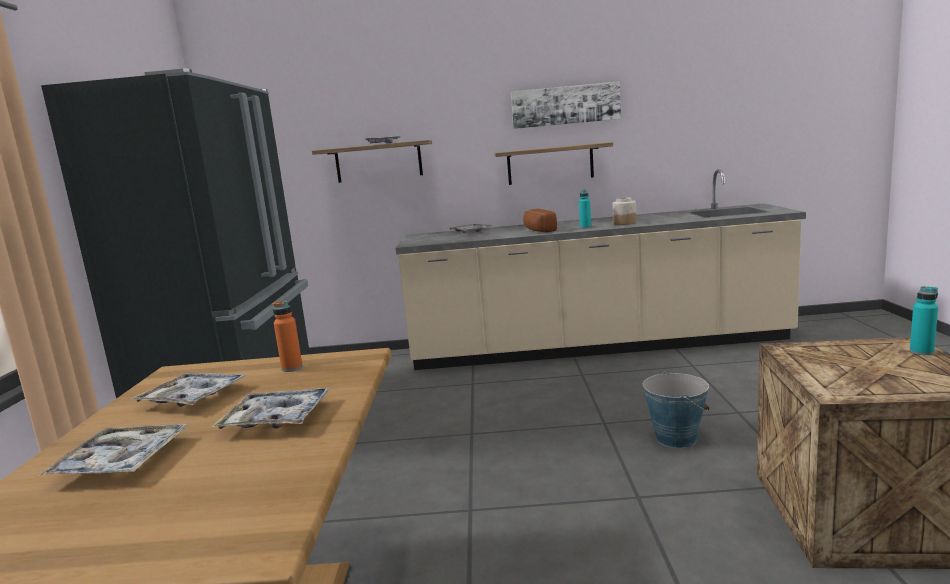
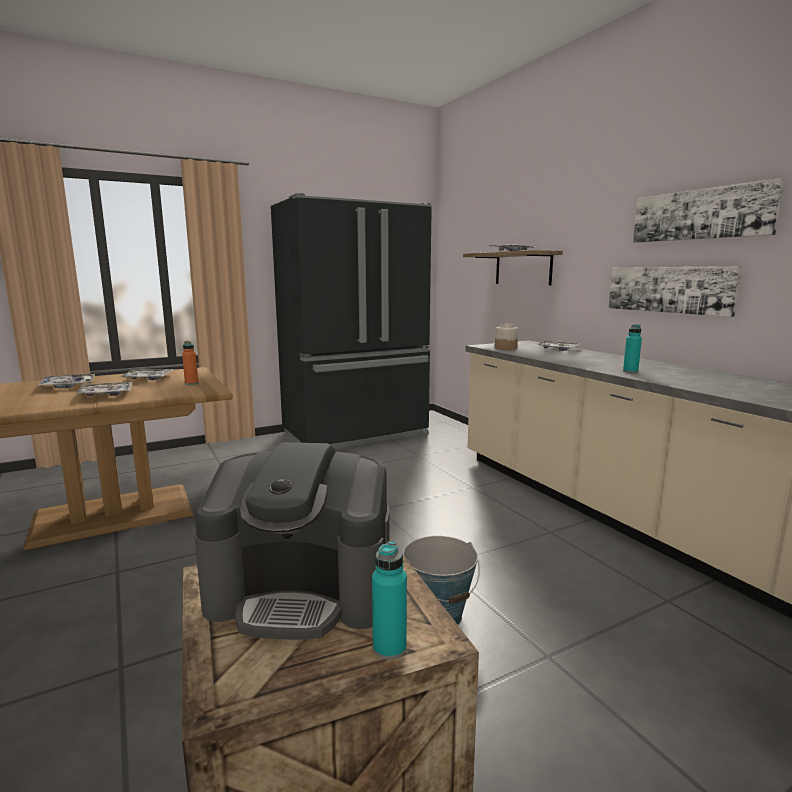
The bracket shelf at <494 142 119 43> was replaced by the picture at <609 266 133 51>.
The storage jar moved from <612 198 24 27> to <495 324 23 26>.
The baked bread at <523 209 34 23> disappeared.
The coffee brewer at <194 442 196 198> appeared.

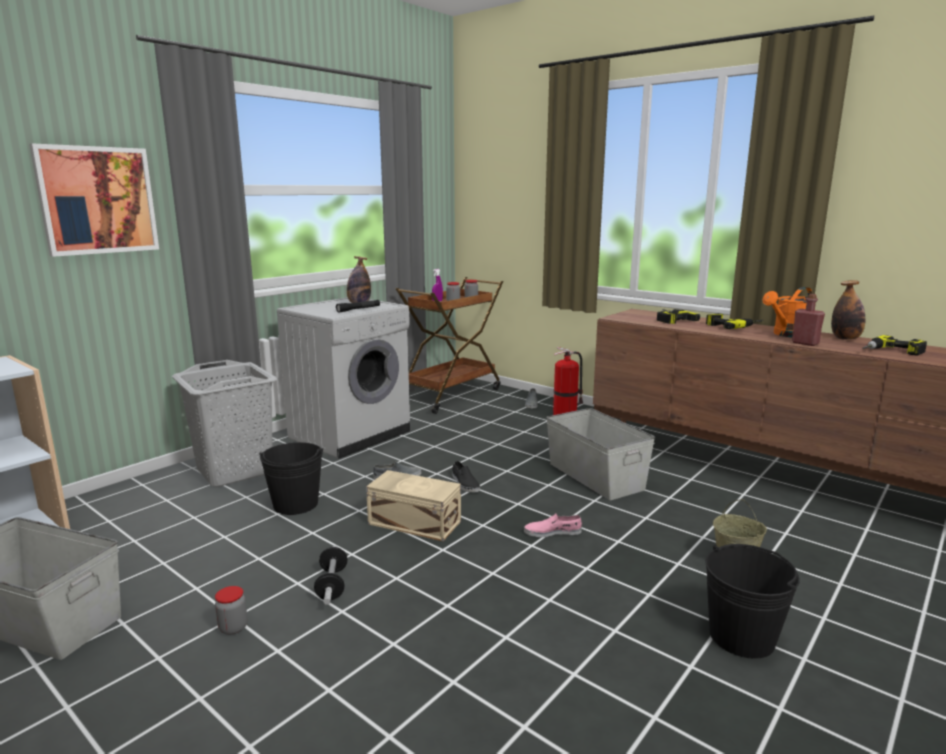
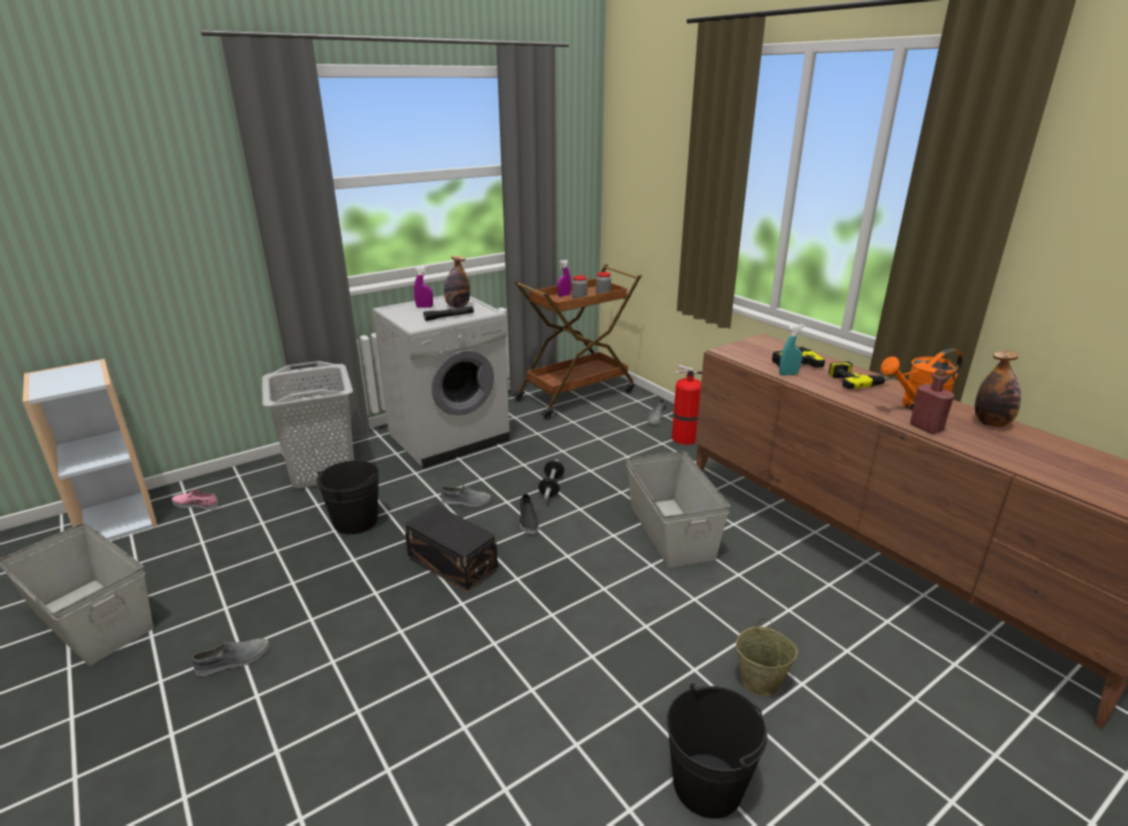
The picture at <29 143 130 114> disappeared.
The power drill at <863 335 64 21> disappeared.
The beige storage container at <366 470 95 71> became the black storage container at <404 505 94 88>.
The pink-coloured low shoe moved from <524 513 58 24> to <172 489 47 21>.
The free weight moved from <314 545 34 60> to <538 459 26 40>.
The storage jar at <215 586 32 49> was replaced by the grey low shoe at <193 639 76 38>.
The purple sprayer at <414 266 19 42> appeared.
The blue-green sprayer at <779 324 26 52> appeared.

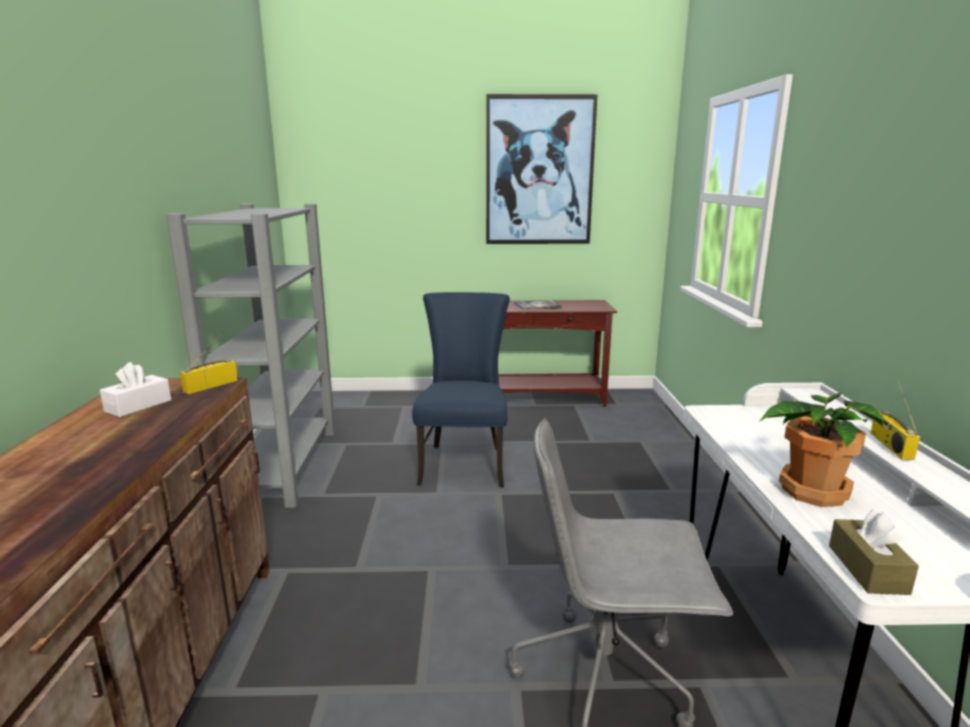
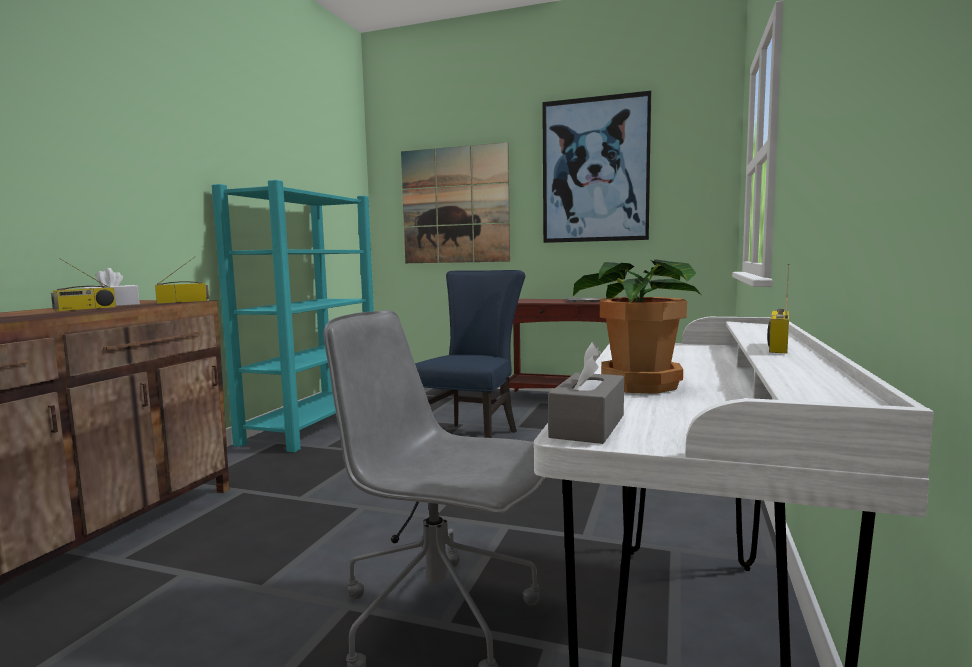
The grey bookshelf at <166 203 169 305> became the blue-green bookshelf at <212 180 162 273>.
The brownish box of tissues at <829 509 90 86> became the grey box of tissues at <548 342 76 102>.
The picture at <401 142 109 121> appeared.
The radio at <51 258 65 53> appeared.

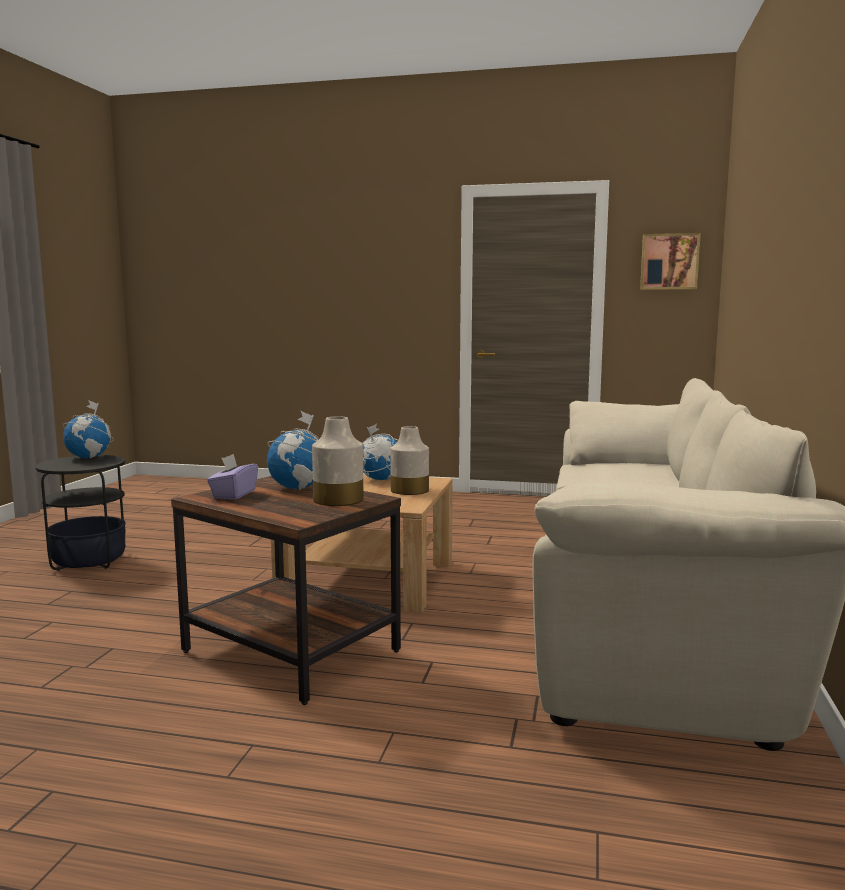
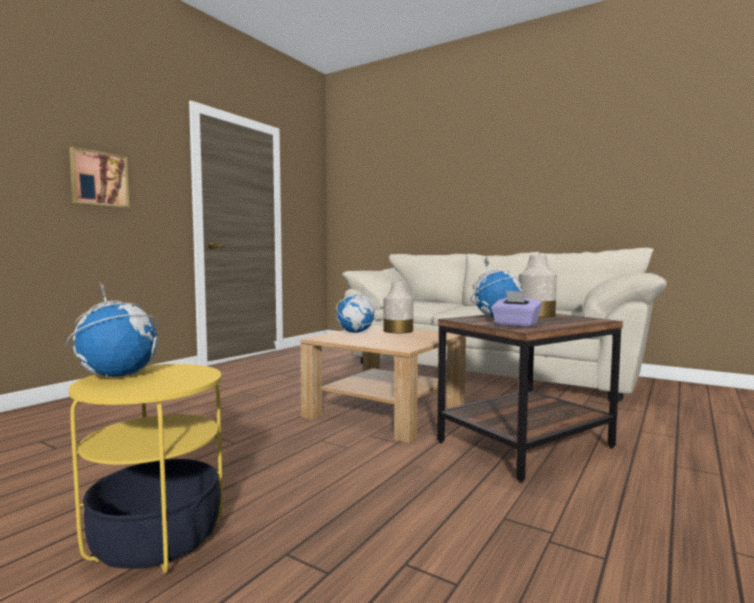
The picture moved from <640 233 61 57> to <69 147 60 61>.
The black side table at <35 455 91 116> became the yellow side table at <69 364 154 209>.

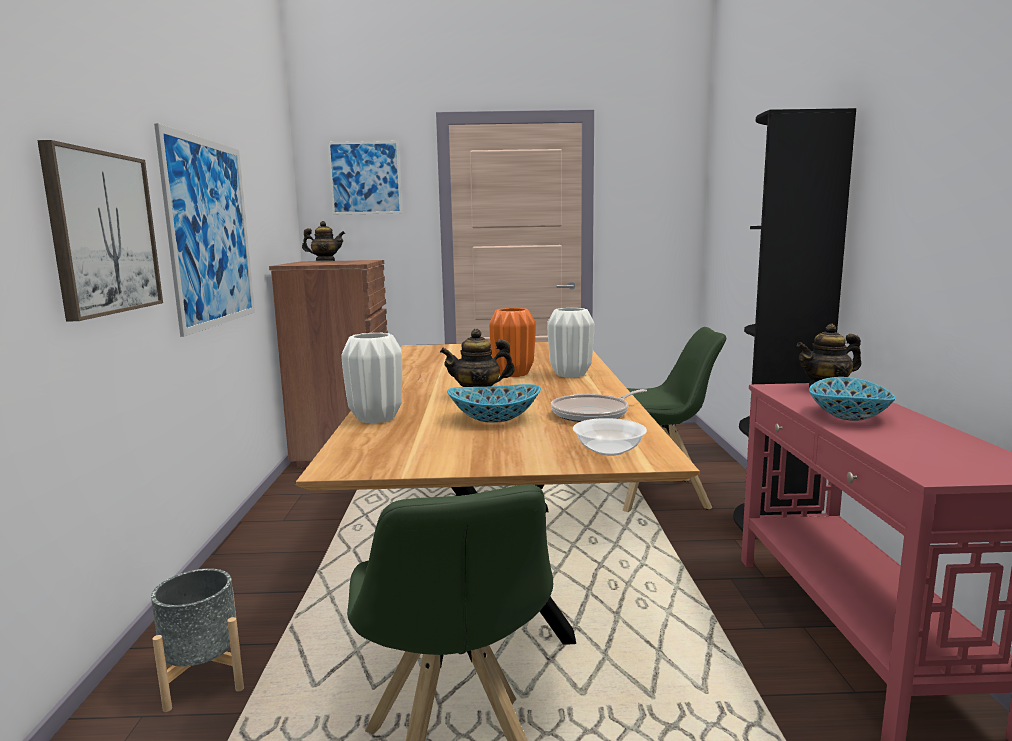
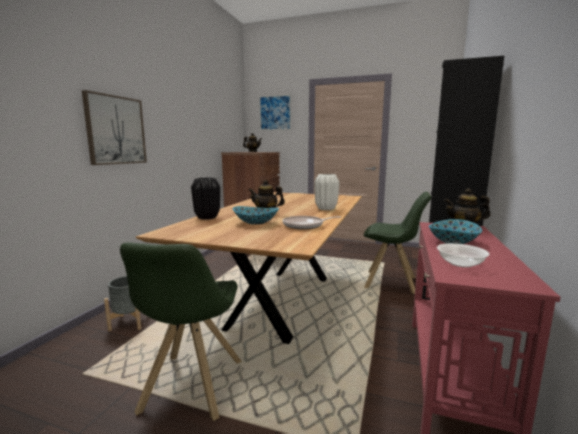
The picture at <154 123 101 214> disappeared.
The orange-coloured decorative vase at <489 308 47 69> disappeared.
The white decorative vase at <341 333 61 90> became the black decorative vase at <191 177 29 43>.
The bowl moved from <573 418 74 38> to <437 243 53 25>.

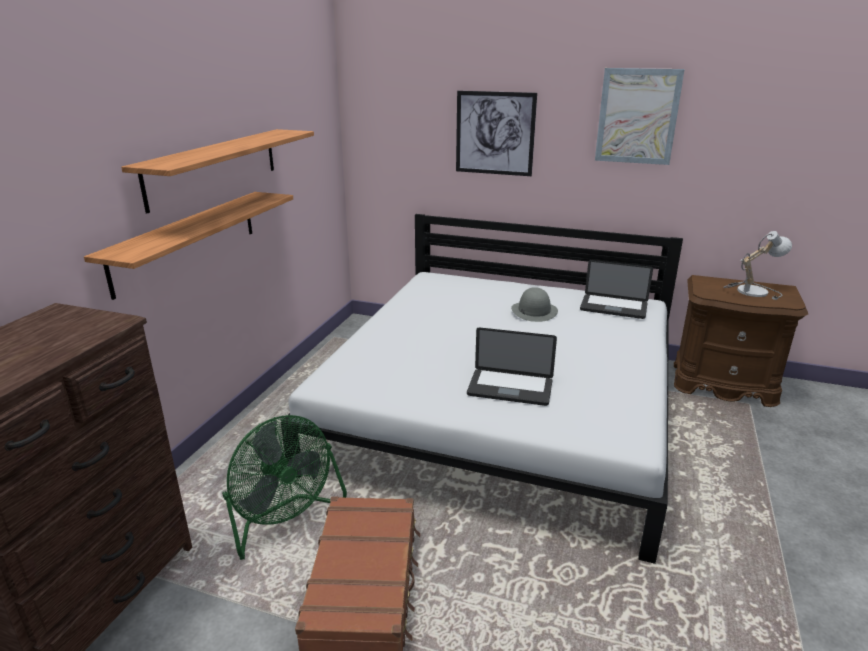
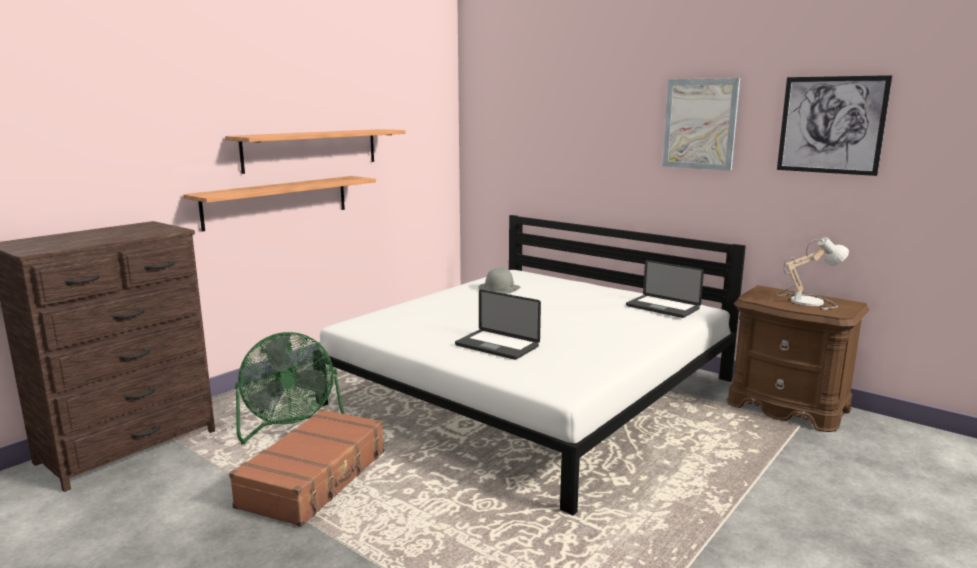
The picture moved from <456 91 81 85> to <777 75 115 101>.
The grey clothing hat moved from <511 287 47 35> to <478 268 42 26>.

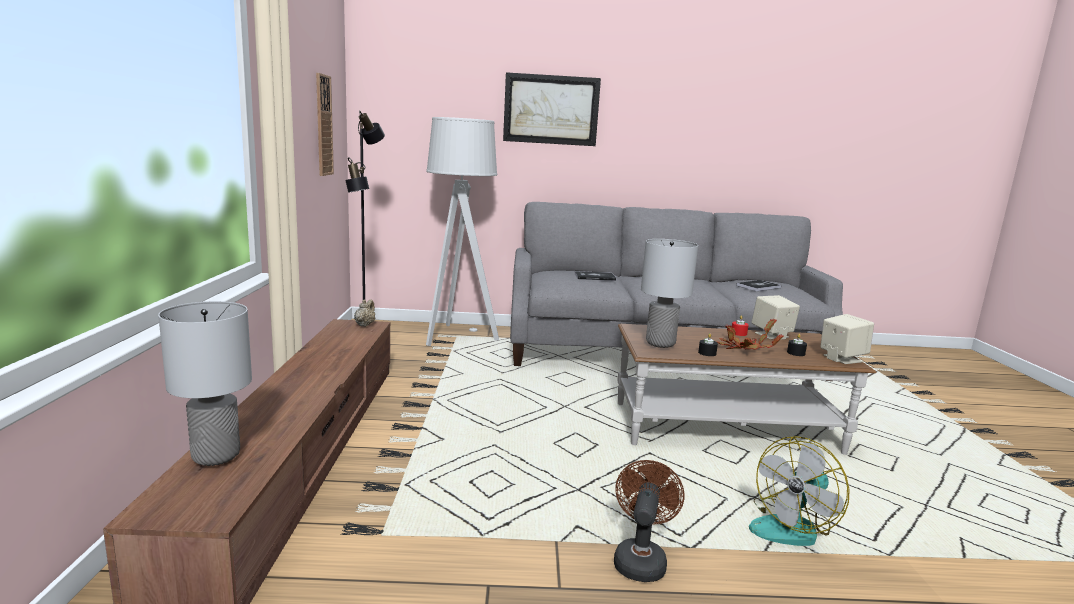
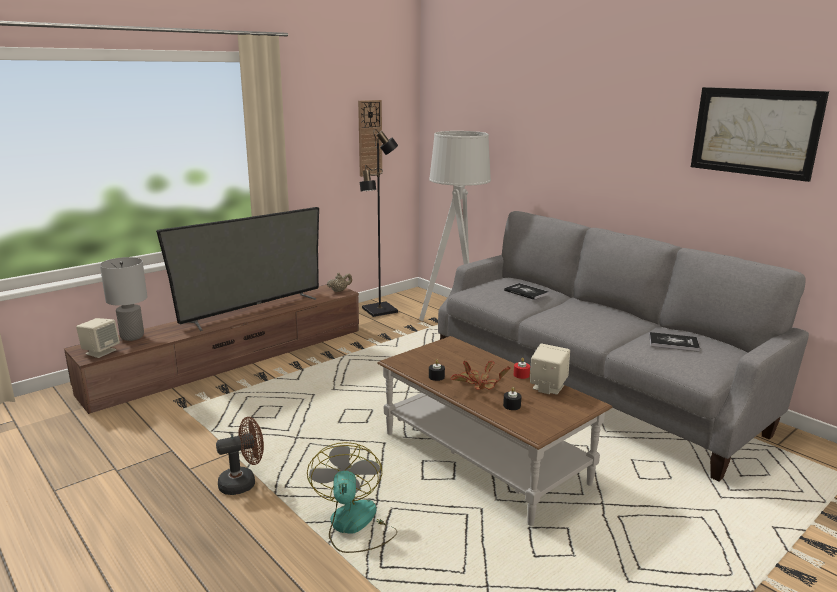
The picture moved from <503 72 98 74> to <691 87 138 95>.
The grey lamp for a table at <641 239 57 109> disappeared.
The beige loudspeaker moved from <820 314 54 50> to <76 318 44 40>.
The cooling fan at <749 436 101 110> turned 75 degrees clockwise.
The TV at <156 207 163 124> appeared.

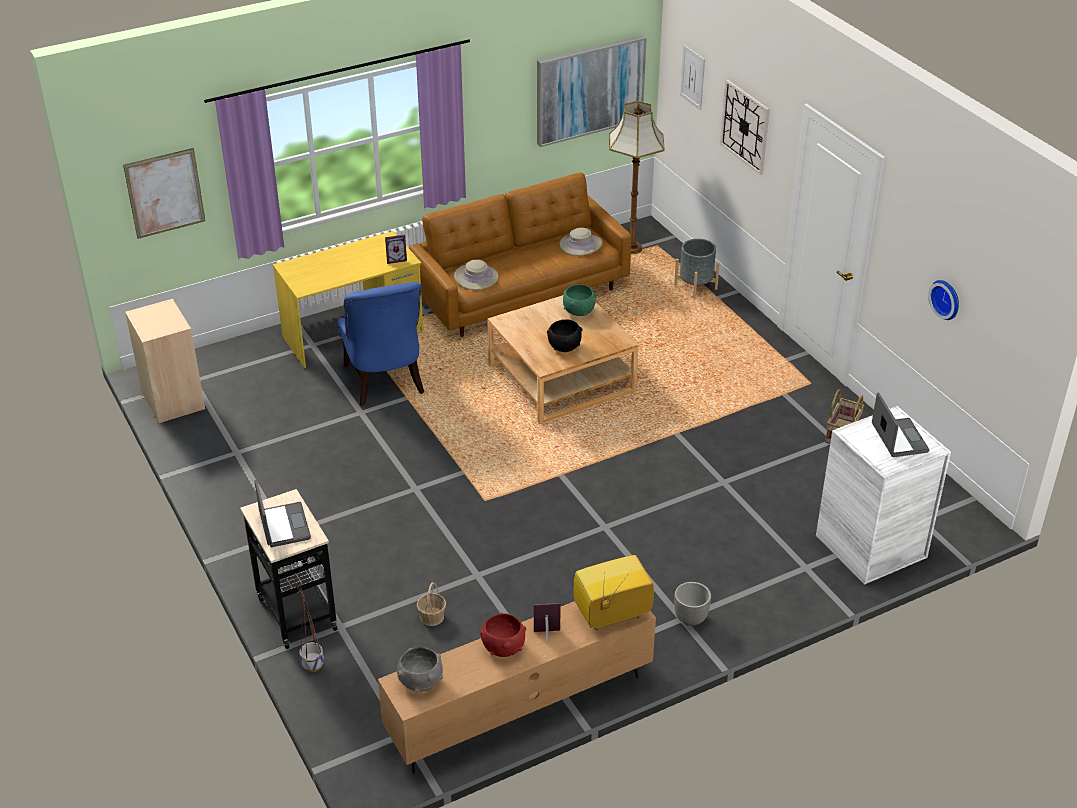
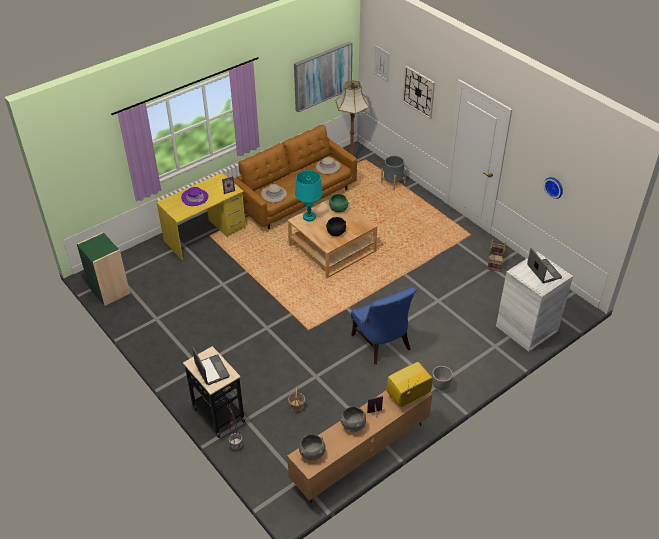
The picture at <123 148 82 91> disappeared.
The blue upright chair moved from <337 282 87 124> to <351 287 66 77>.
The beige bookshelf at <125 299 80 124> became the green bookshelf at <77 232 53 74>.
The reddish bowl at <479 613 47 44> became the grey bowl at <340 406 26 26>.
The blue-green lamp for a table at <295 170 28 52> appeared.
The purple clothing hat at <181 187 27 19> appeared.

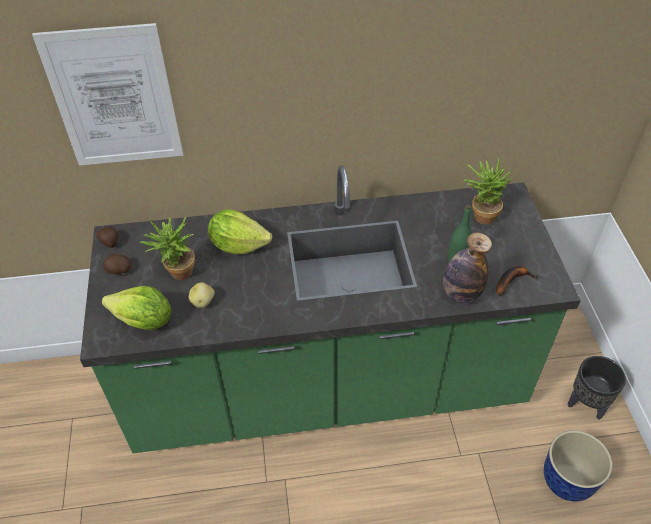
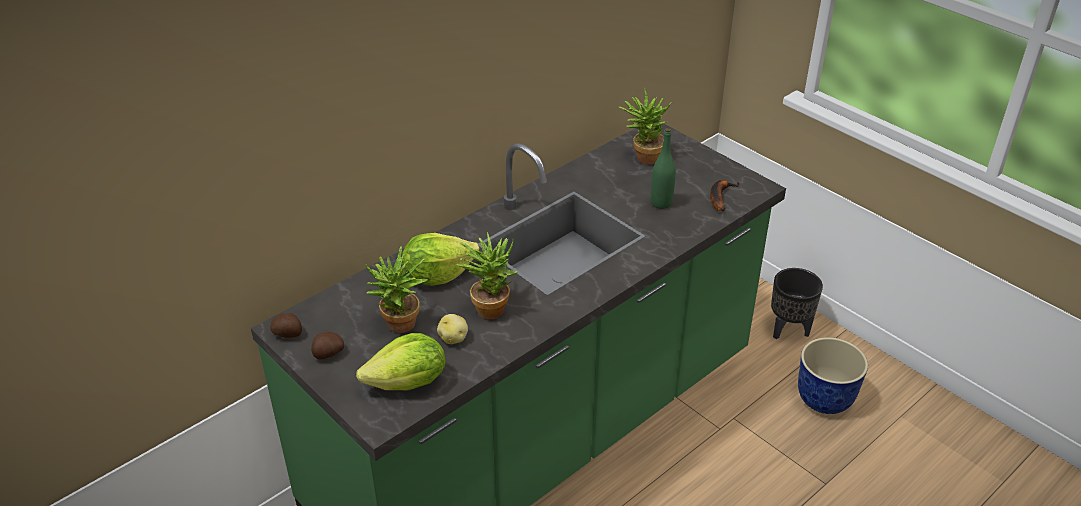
The picture at <32 23 151 143> disappeared.
The bottle at <443 233 49 70> disappeared.
The potted plant at <457 232 60 87> appeared.

